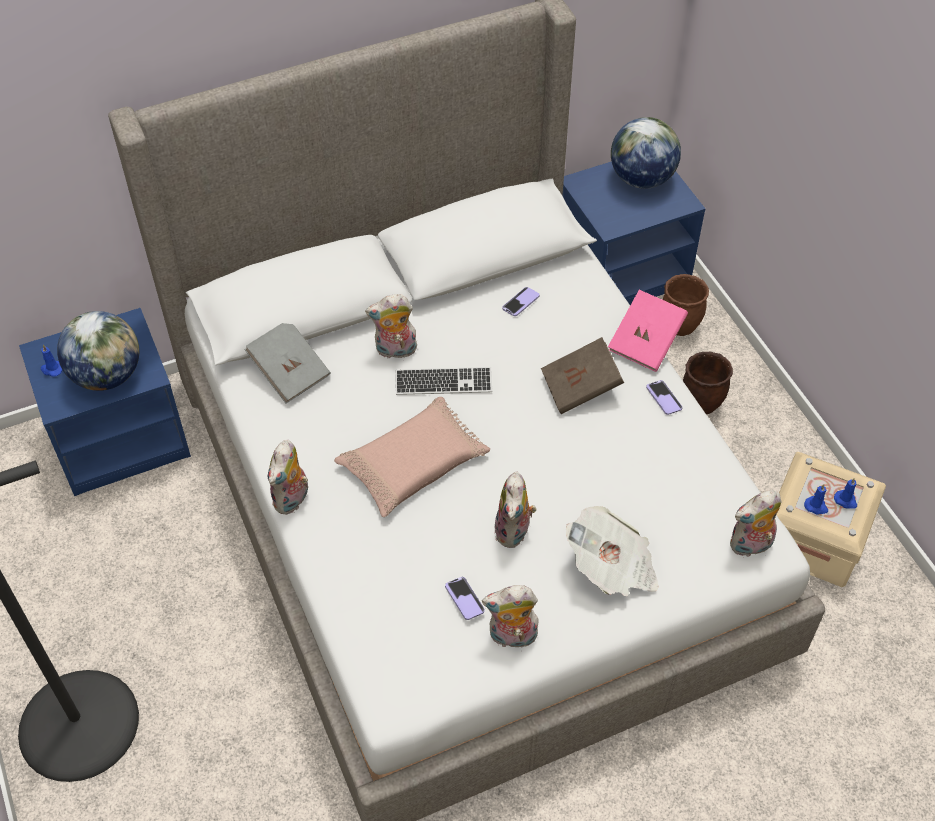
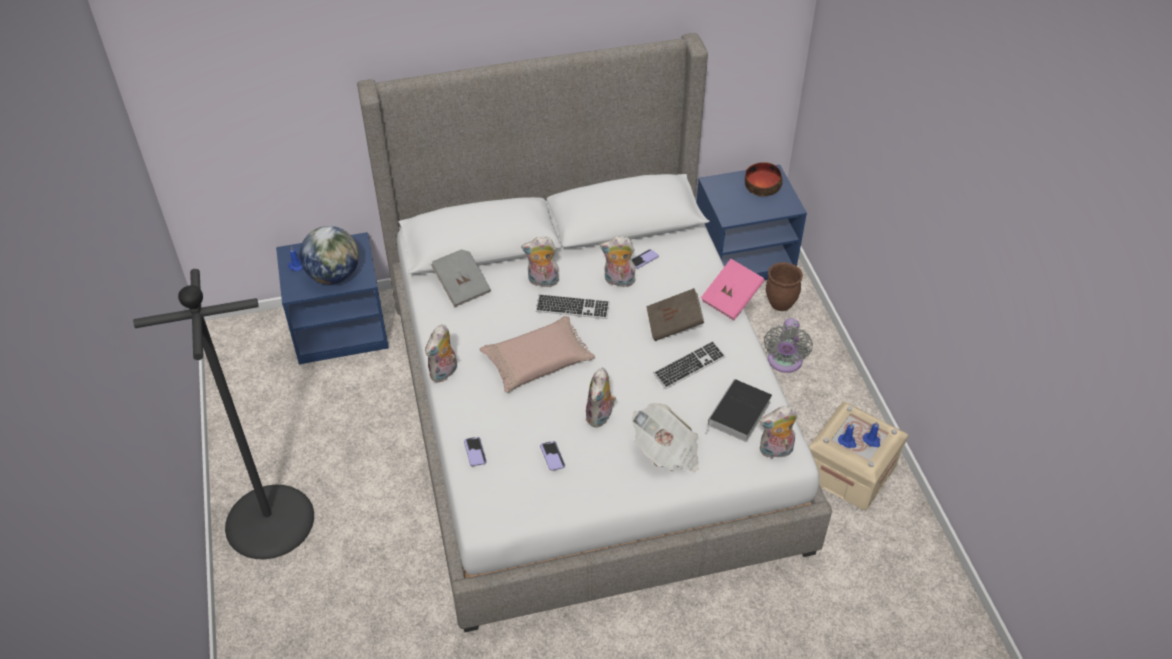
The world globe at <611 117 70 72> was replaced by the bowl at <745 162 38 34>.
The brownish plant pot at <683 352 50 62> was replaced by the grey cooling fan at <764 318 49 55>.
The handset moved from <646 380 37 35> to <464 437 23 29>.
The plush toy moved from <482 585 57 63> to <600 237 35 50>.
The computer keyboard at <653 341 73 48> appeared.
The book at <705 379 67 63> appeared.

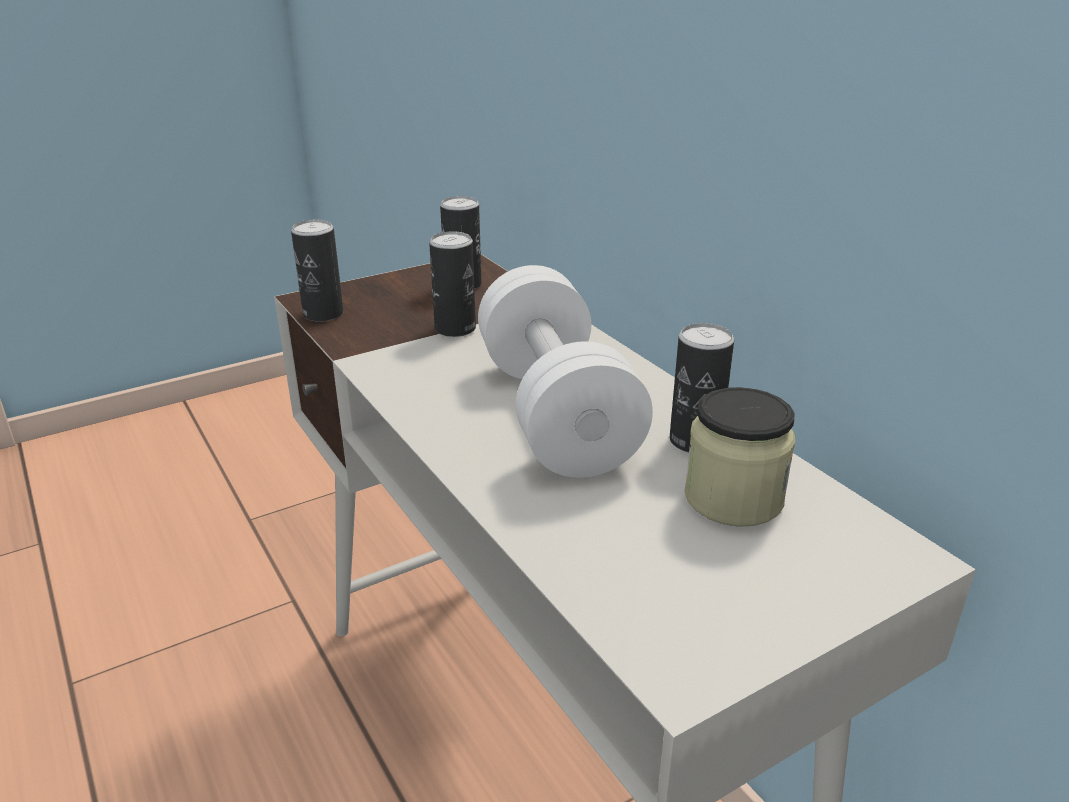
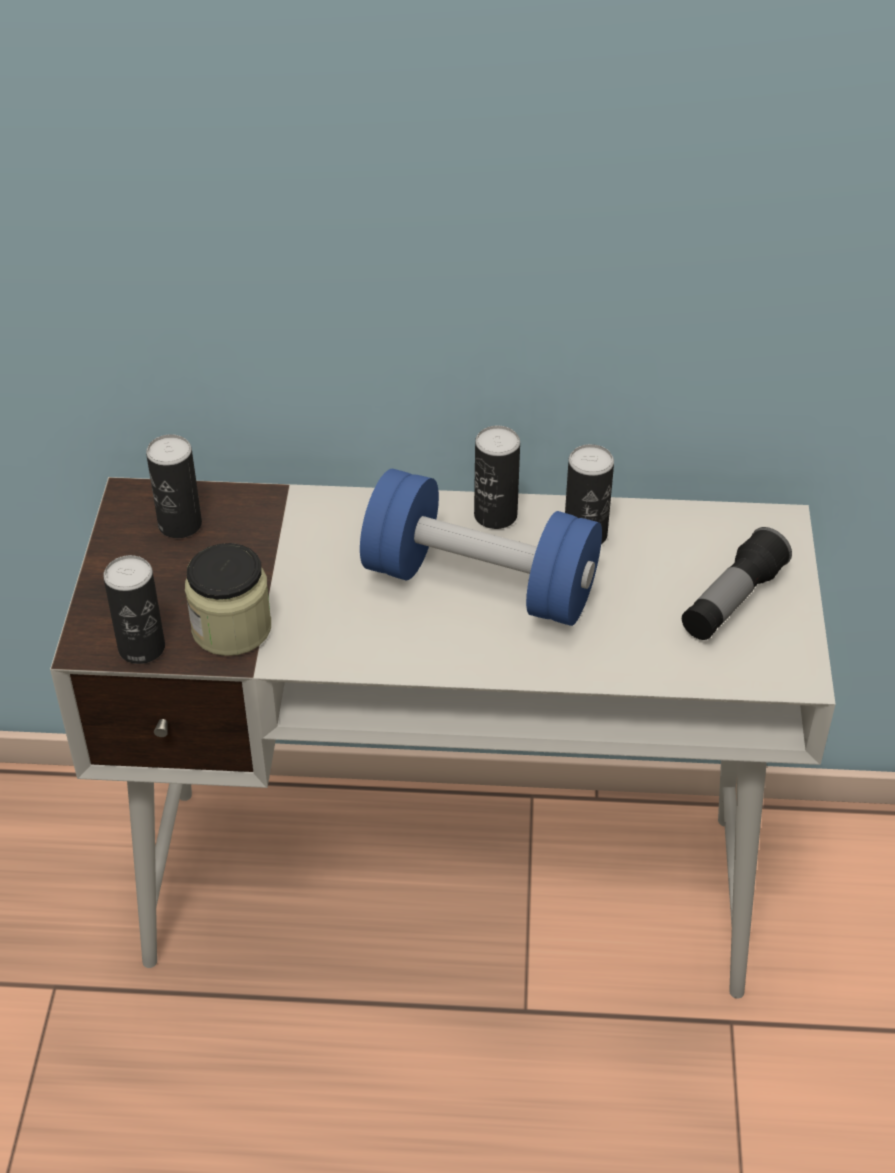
The sealed can moved from <429 231 47 106> to <474 425 46 104>.
The white free weight at <478 265 175 213> became the blue free weight at <360 469 242 157>.
The storage jar moved from <684 387 111 140> to <185 543 86 113>.
The torch at <682 527 110 113> appeared.

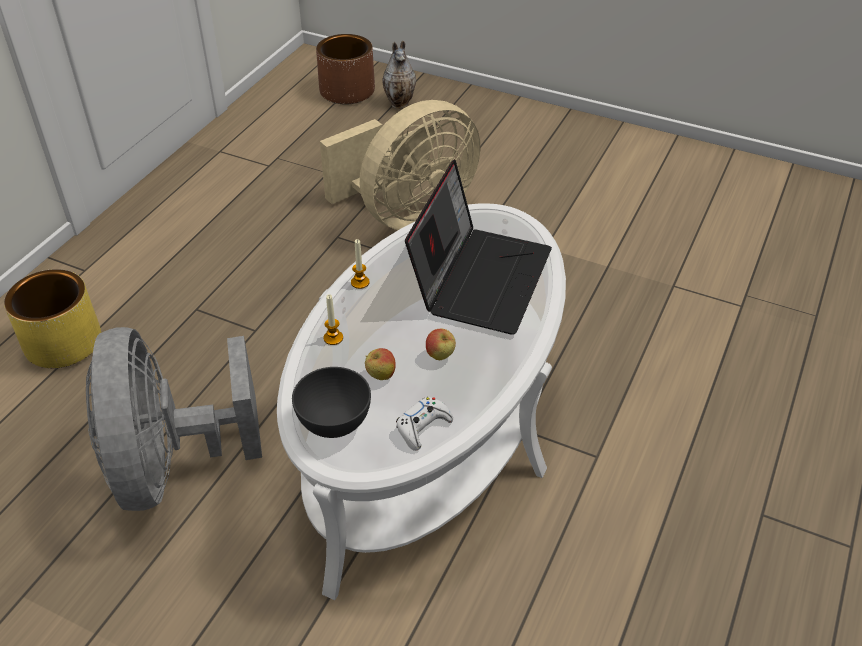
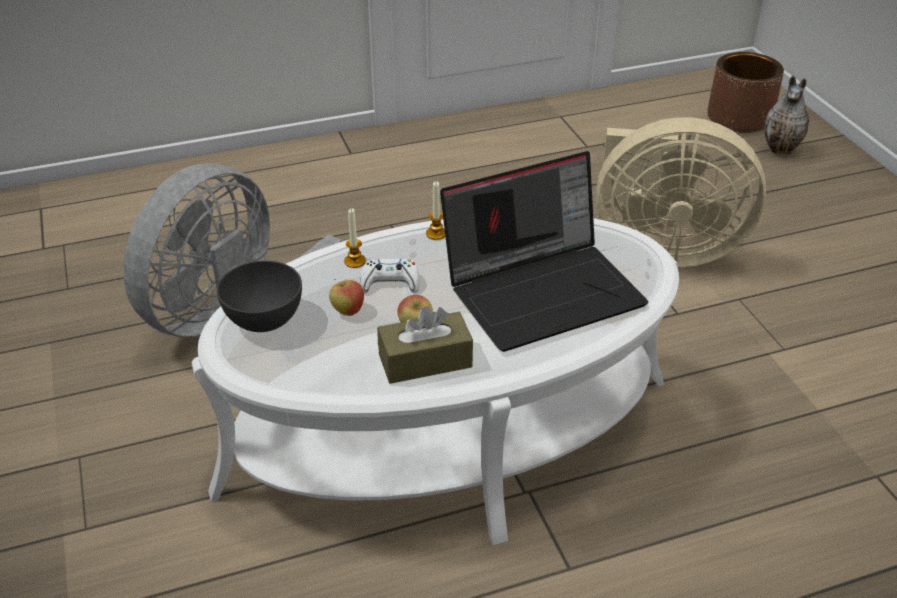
The yellow plant pot at <4 269 97 99> disappeared.
The white joypad moved from <396 397 57 54> to <359 258 61 35>.
The brownish box of tissues at <377 306 96 78> appeared.

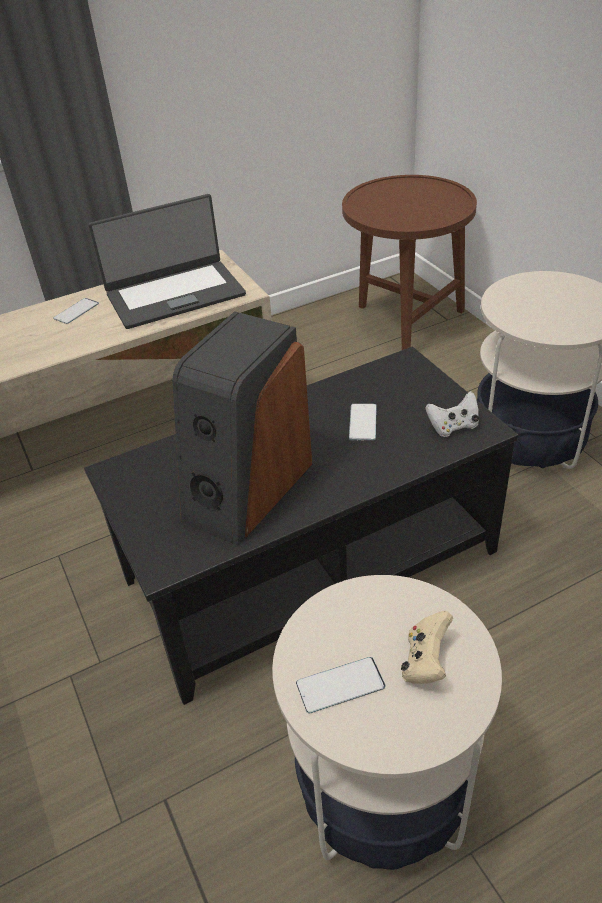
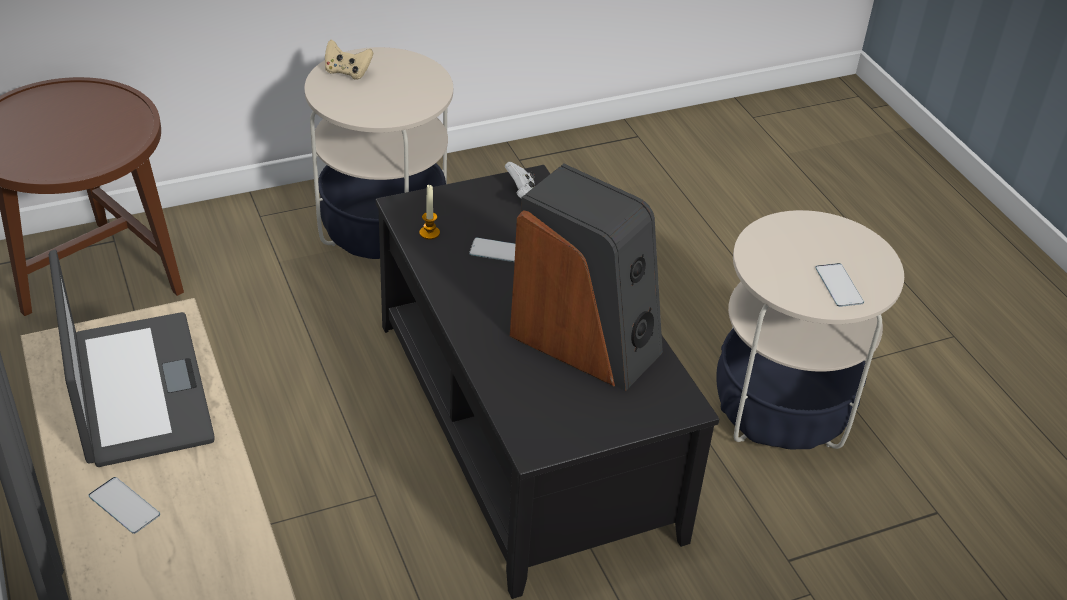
The beige joypad moved from <401 611 52 73> to <325 39 48 40>.
The wax candle at <420 185 20 55> appeared.

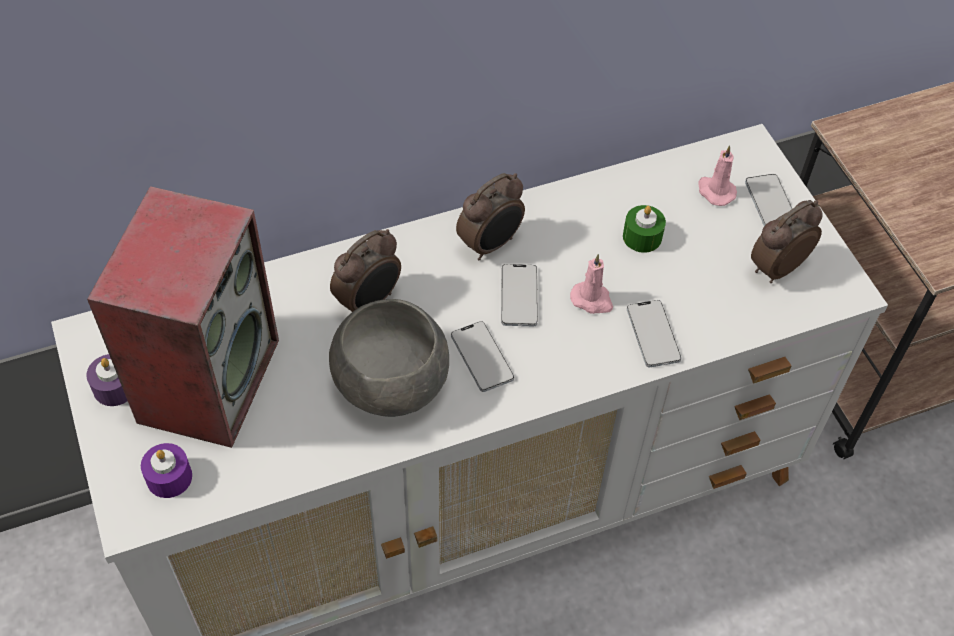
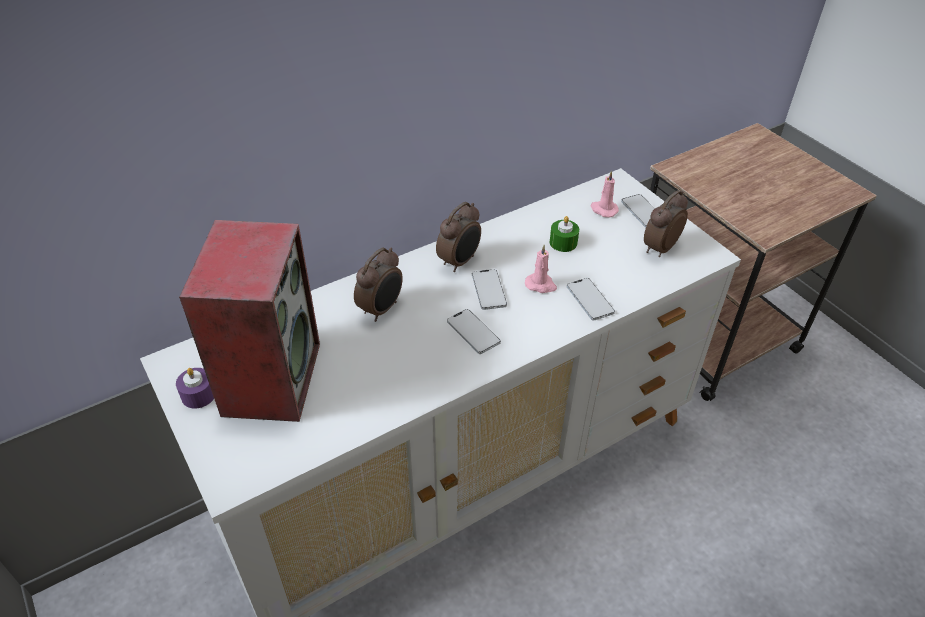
The grey bowl at <329 299 120 118> disappeared.
The purple wax candle at <141 443 51 55> disappeared.

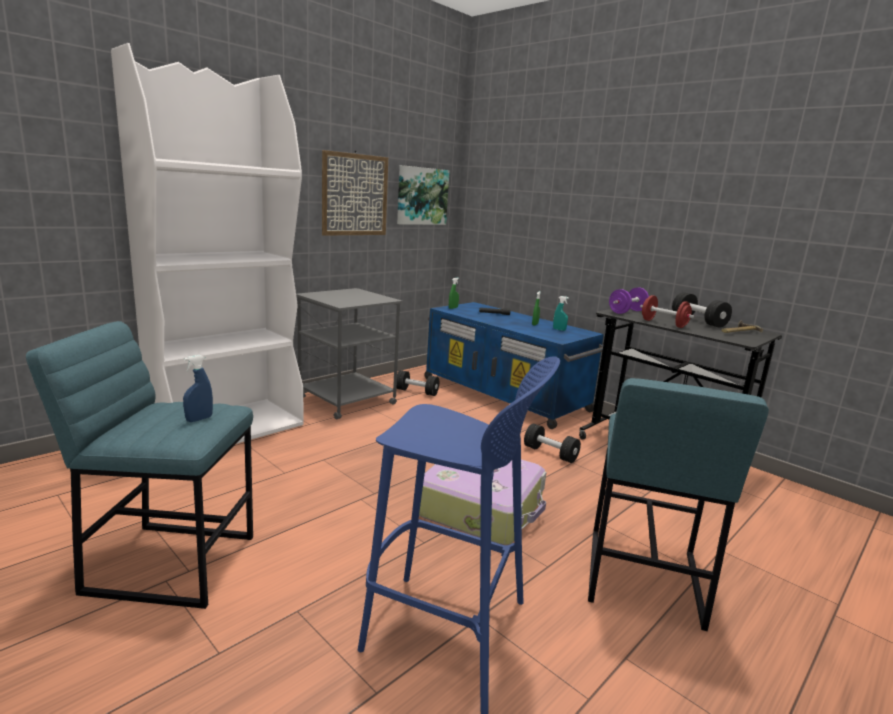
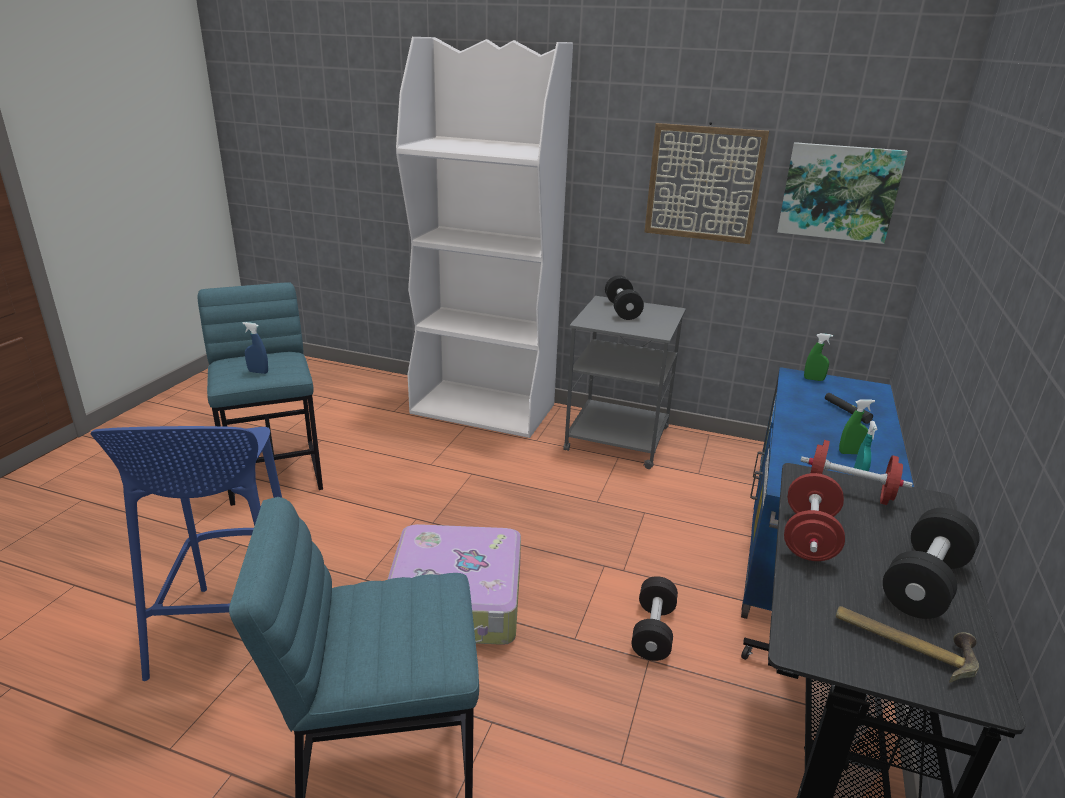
The purple free weight at <609 287 40 27> became the reddish free weight at <800 440 112 65>.
The black free weight moved from <396 370 43 26> to <605 275 39 45>.

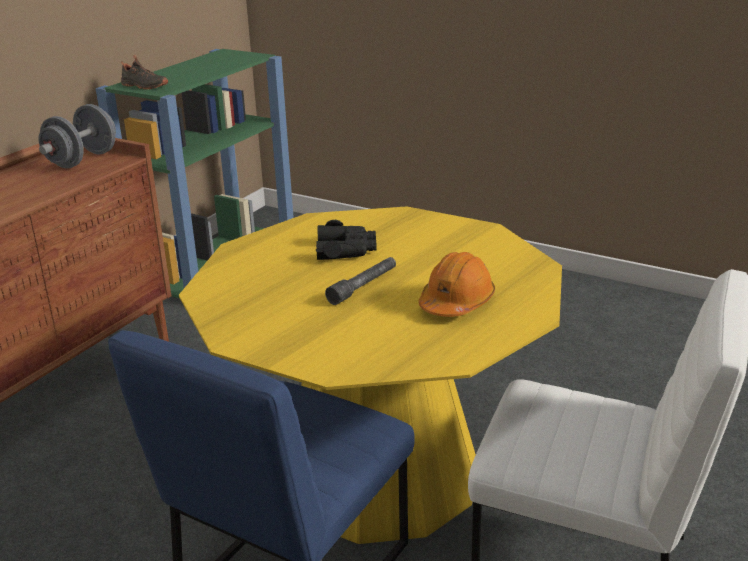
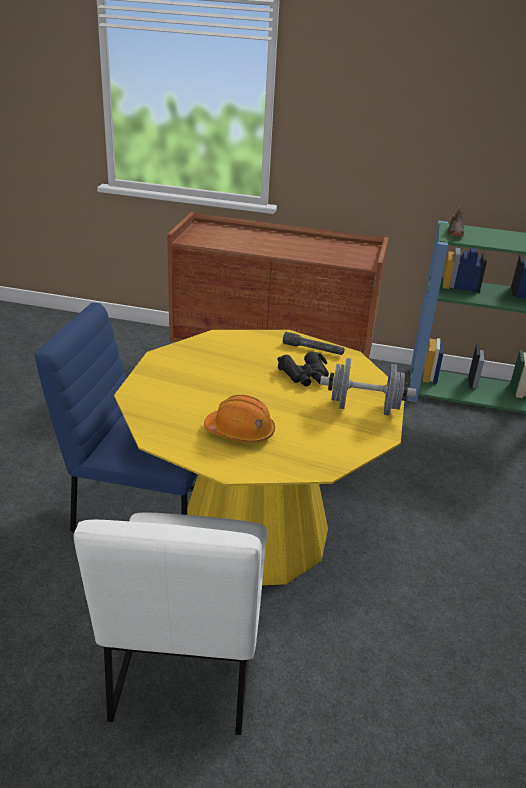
The grey free weight moved from <38 104 78 64> to <320 358 96 57>.
The grey torch moved from <325 257 71 48> to <283 332 62 23>.

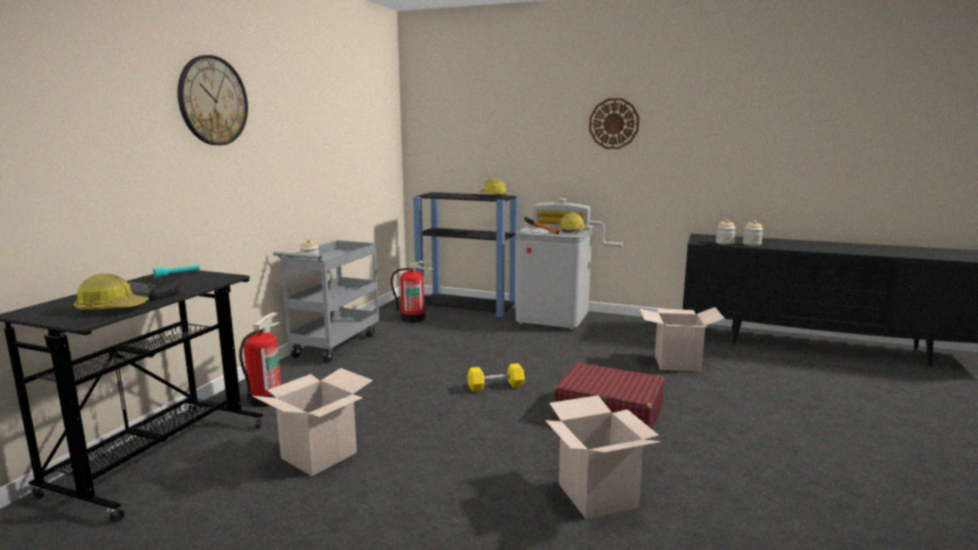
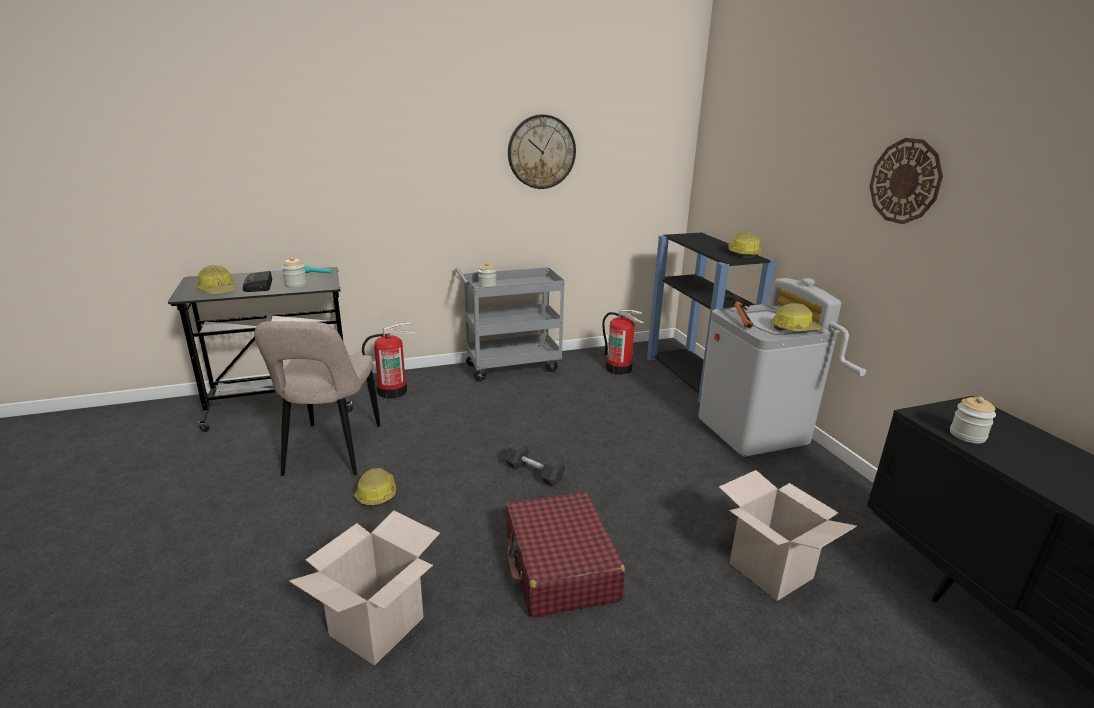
The wall clock moved from <177 55 71 90> to <508 114 68 75>.
The storage jar moved from <743 220 20 26> to <282 257 25 31>.
The yellow free weight at <468 363 57 29> became the grey free weight at <505 442 60 45>.
The packing box at <252 368 121 108> was replaced by the beige upright chair at <254 321 126 155>.
The hard hat at <355 468 41 39> appeared.

